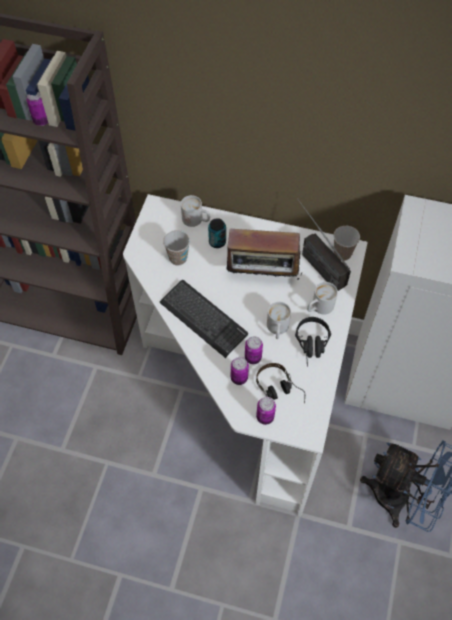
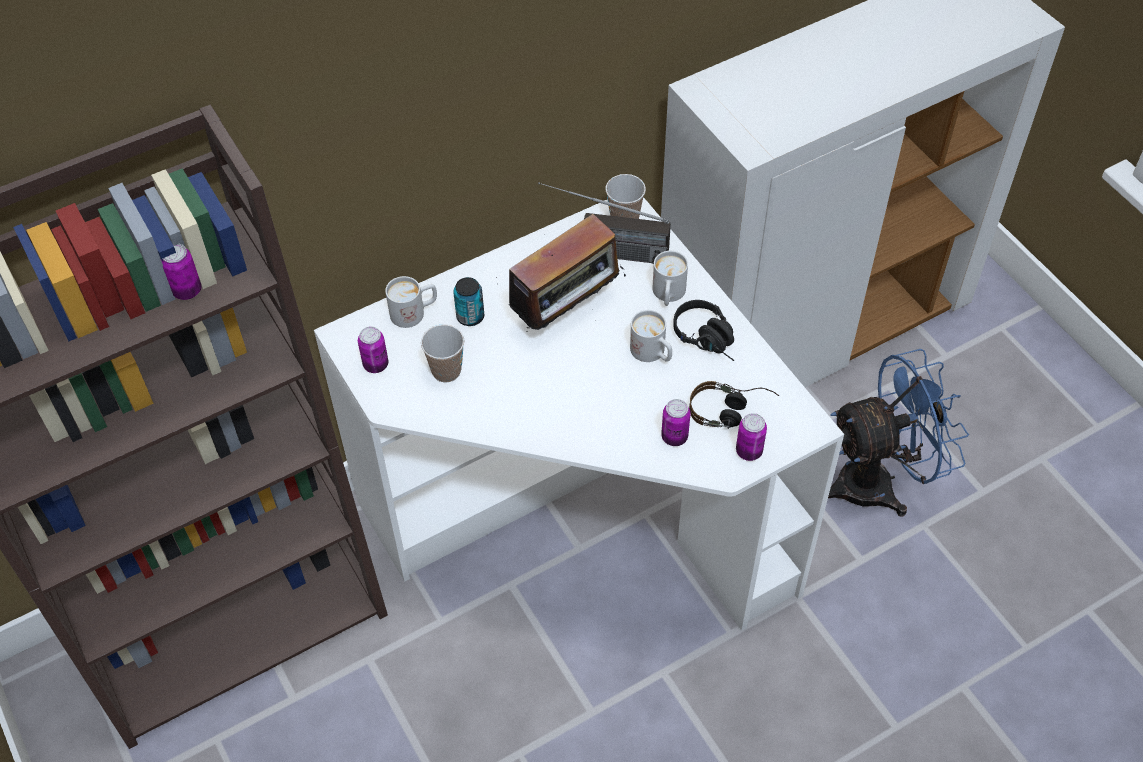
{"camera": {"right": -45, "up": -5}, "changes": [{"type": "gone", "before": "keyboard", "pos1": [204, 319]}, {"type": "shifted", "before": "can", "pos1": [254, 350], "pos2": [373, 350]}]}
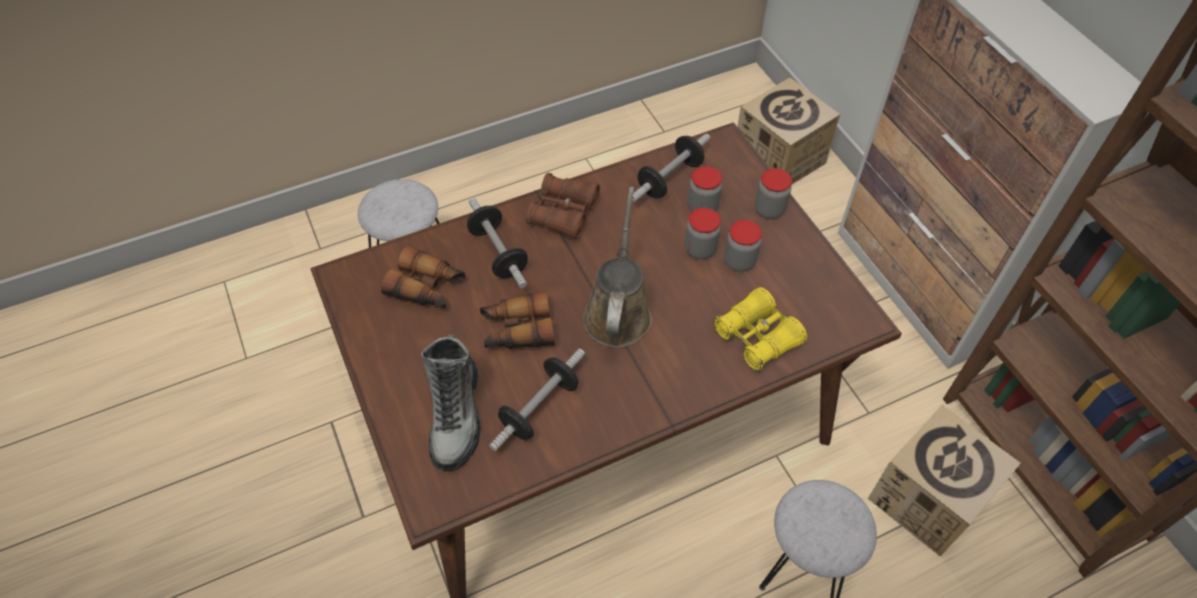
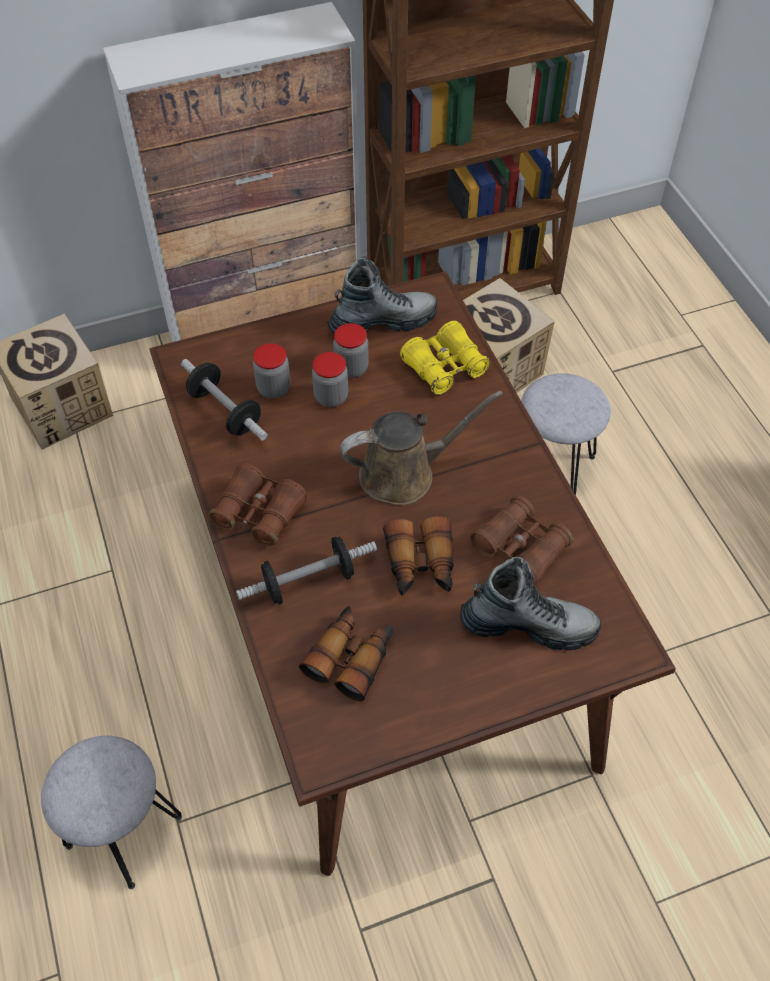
{"camera": {"right": -85, "up": 0}, "changes": [{"type": "gone", "before": "jar", "pos1": [773, 193]}, {"type": "rotated", "before": "watering can/brown", "pos1": [617, 267], "pos2": [421, 448], "turn": 150}, {"type": "swapped", "before": "dumbbell", "after": "binoculars/brown", "pos1": [537, 399], "pos2": [522, 540]}, {"type": "new", "after": "boot", "pos2": [382, 296]}]}
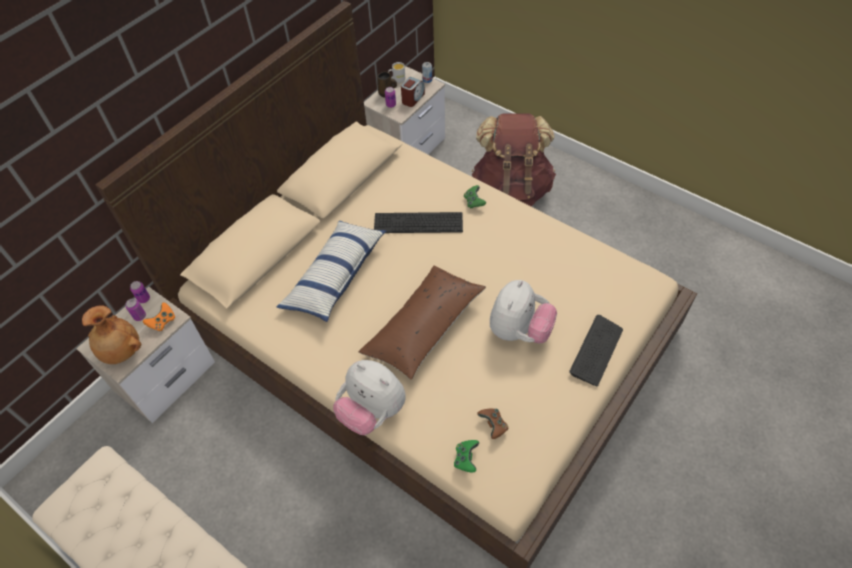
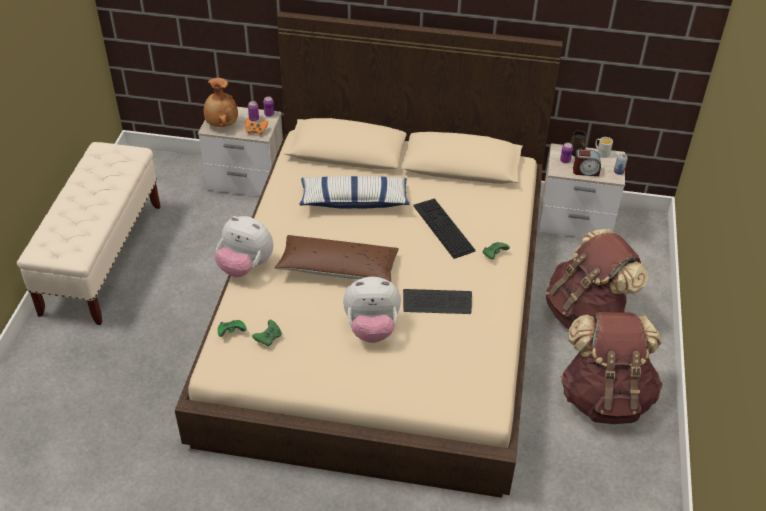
{"camera": {"right": 60, "up": -10}, "changes": [{"type": "shifted", "before": "keyboard", "pos1": [596, 350], "pos2": [437, 301]}, {"type": "rotated", "before": "plush toy", "pos1": [369, 397], "pos2": [244, 246], "turn": -75}, {"type": "repainted", "before": "game controller/brown", "after": "game controller/green", "pos1": [493, 424], "pos2": [267, 333]}, {"type": "new", "after": "backpack/brown", "pos2": [612, 368]}]}
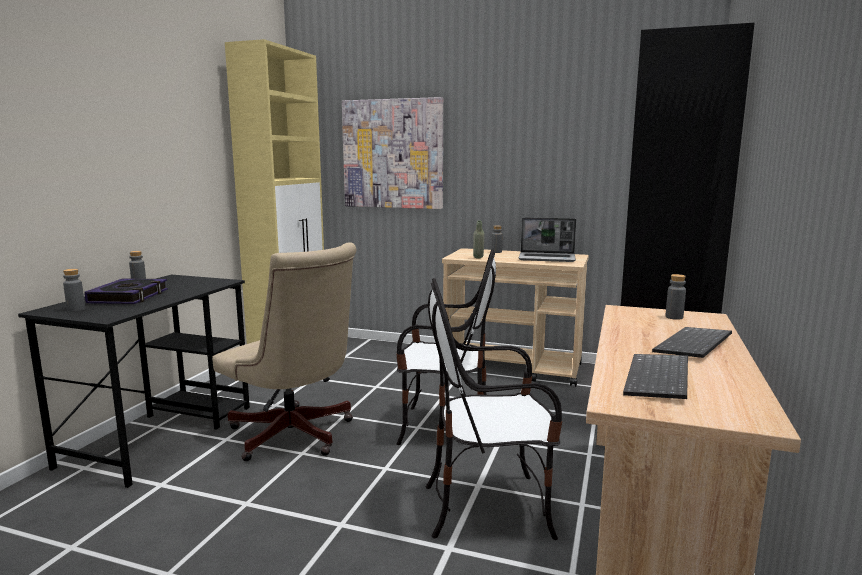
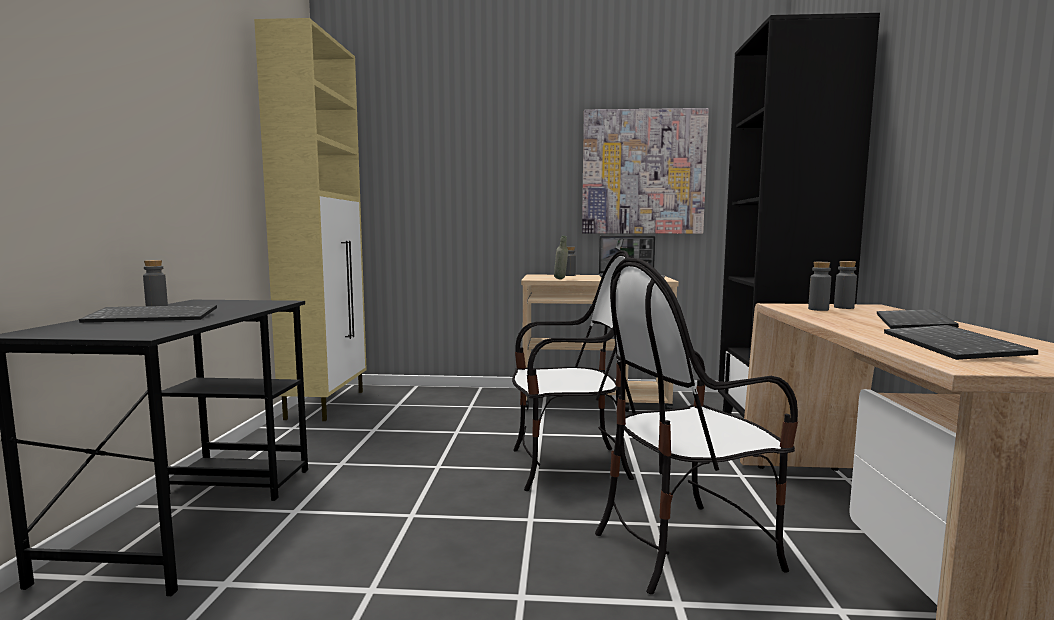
{"camera": {"right": -15, "up": -5}, "changes": [{"type": "shifted", "before": "picture", "pos1": [392, 153], "pos2": [645, 171]}, {"type": "gone", "before": "office chair/beige", "pos1": [284, 351]}, {"type": "shifted", "before": "bottle/grey", "pos1": [74, 290], "pos2": [819, 286]}, {"type": "swapped", "before": "book", "after": "keyboard", "pos1": [126, 291], "pos2": [148, 314]}]}
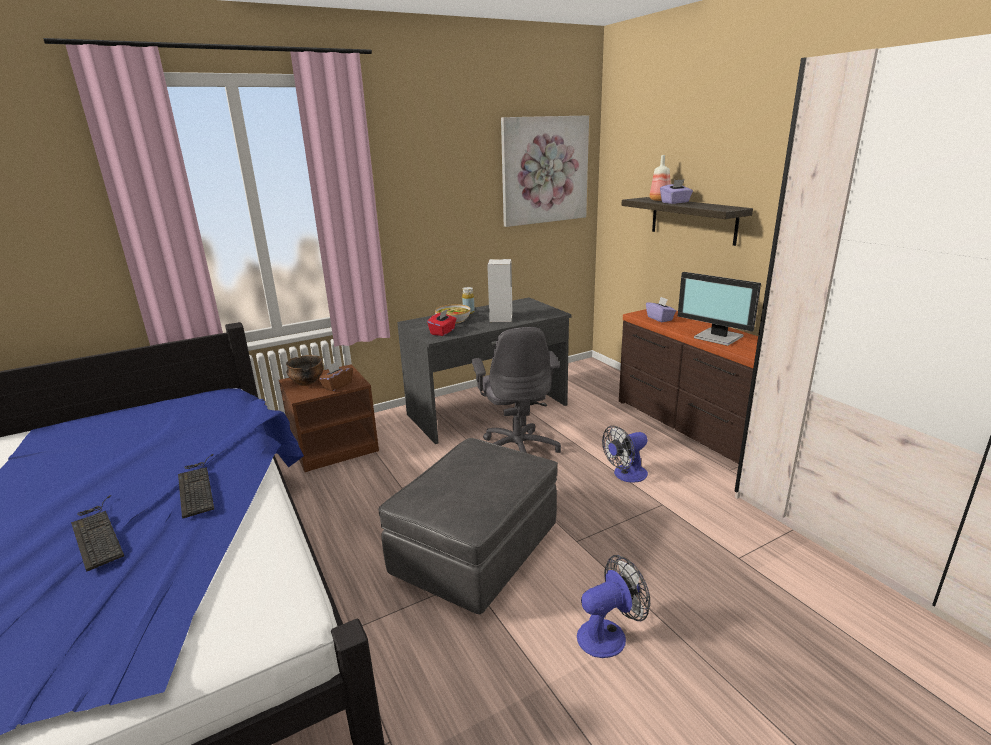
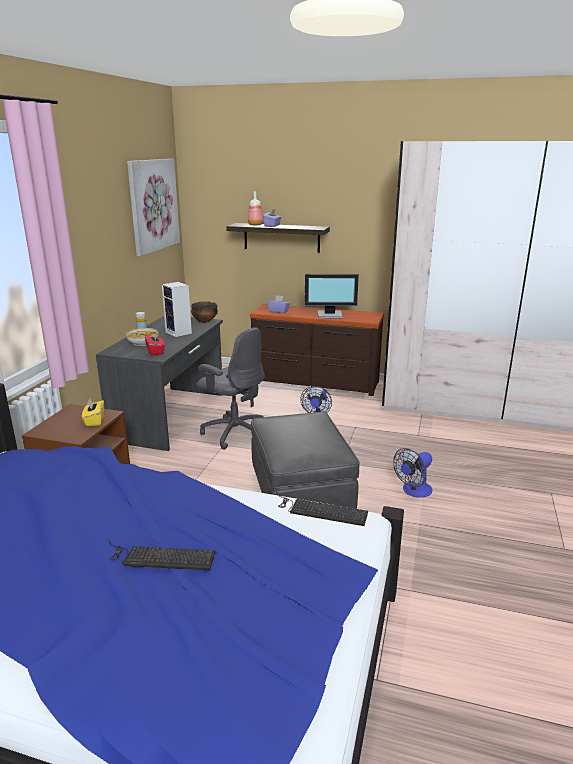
{"camera": {"right": -45, "up": 0}, "changes": [{"type": "shifted", "before": "bowl", "pos1": [304, 370], "pos2": [204, 312]}, {"type": "repainted", "before": "tissue box/brown", "after": "tissue box/yellow", "pos1": [335, 376], "pos2": [93, 412]}, {"type": "shifted", "before": "keyboard", "pos1": [196, 486], "pos2": [322, 508]}, {"type": "rotated", "before": "fan", "pos1": [613, 606], "pos2": [412, 473], "turn": -150}]}
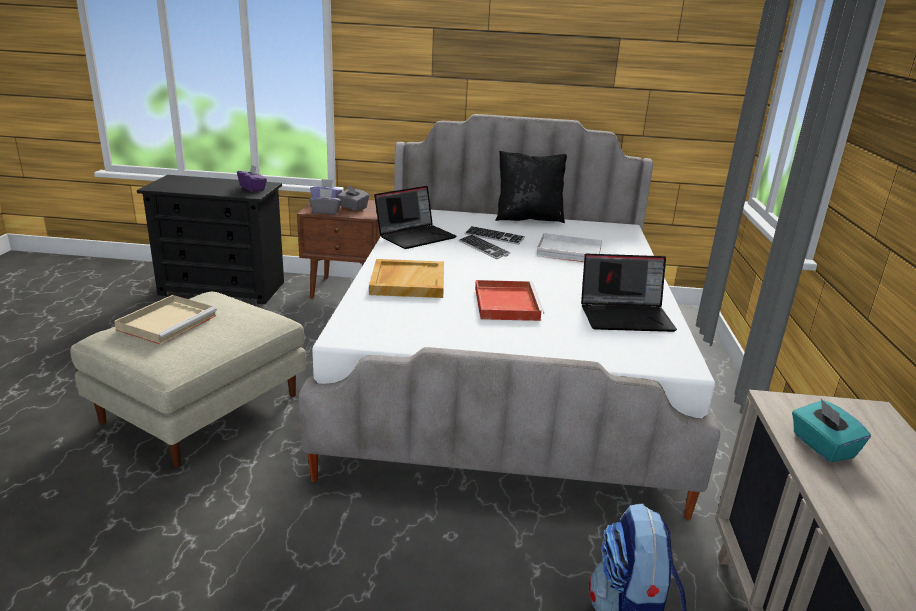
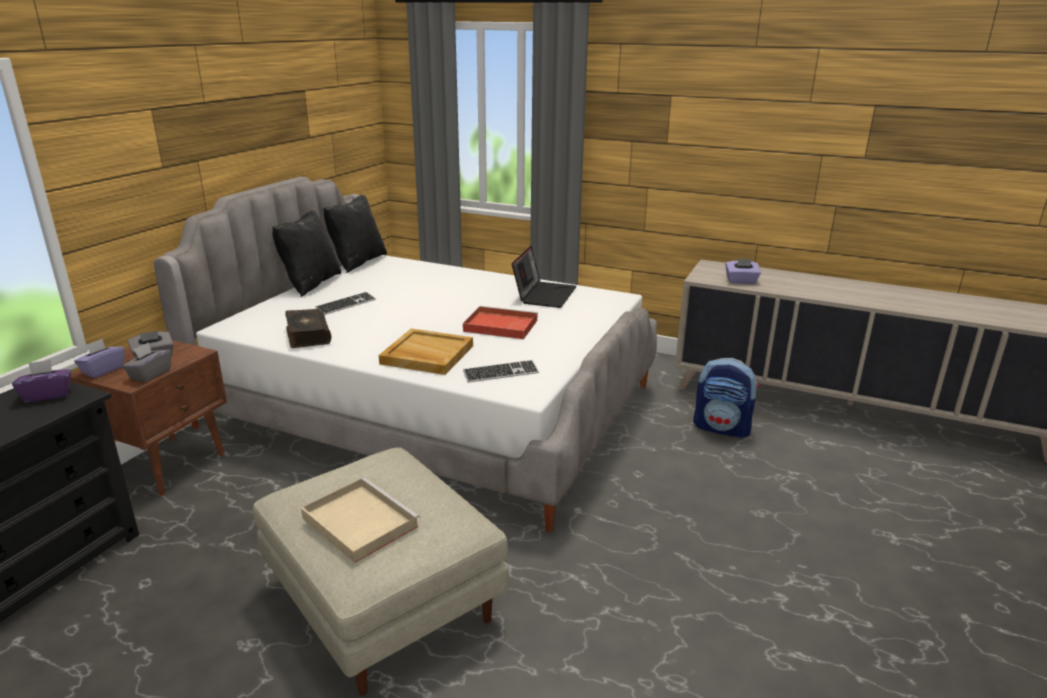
{"camera": {"right": -70, "up": 0}, "changes": [{"type": "swapped", "before": "laptop", "after": "book", "pos1": [415, 217], "pos2": [308, 328]}, {"type": "gone", "before": "tray/white", "pos1": [569, 247]}, {"type": "shifted", "before": "keyboard", "pos1": [484, 246], "pos2": [501, 371]}, {"type": "repainted", "before": "tissue box/turquoise", "after": "tissue box/purple", "pos1": [831, 430], "pos2": [743, 271]}, {"type": "new", "after": "pillow/black", "pos2": [355, 234]}]}
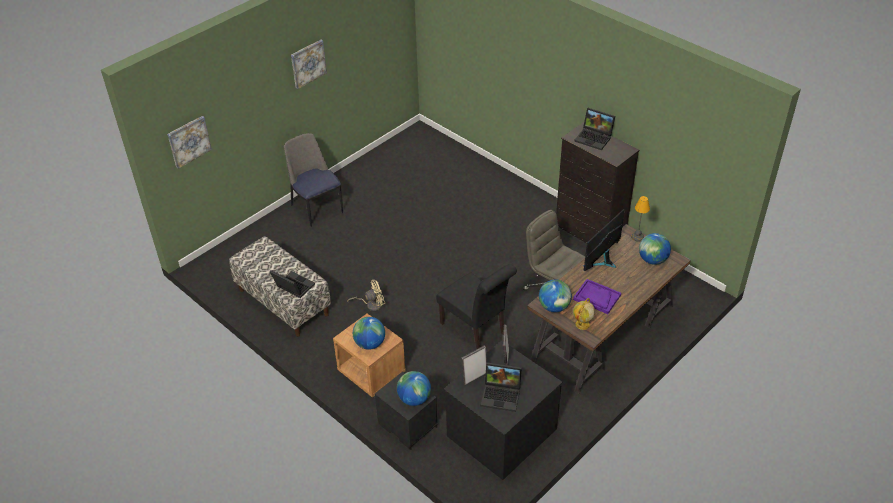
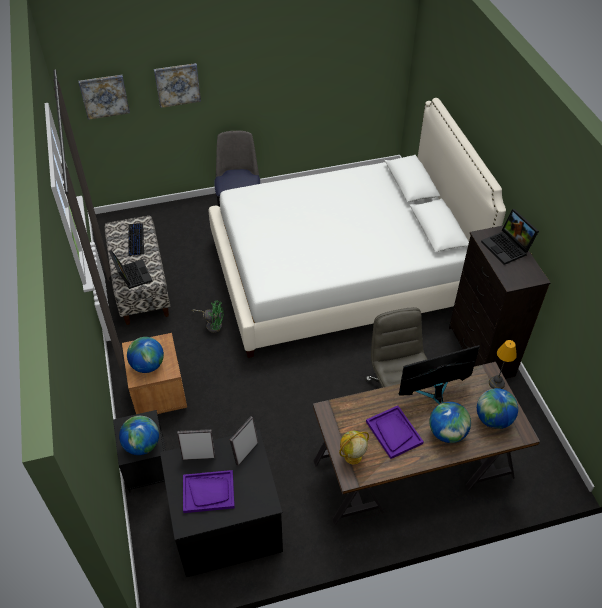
{"camera": {"right": 30, "up": 5}, "changes": [{"type": "shifted", "before": "picture", "pos1": [309, 64], "pos2": [177, 85]}, {"type": "gone", "before": "chair/black", "pos1": [476, 306]}, {"type": "repainted", "before": "fan/beige", "after": "fan/green", "pos1": [366, 295], "pos2": [208, 317]}, {"type": "shifted", "before": "globe", "pos1": [555, 296], "pos2": [450, 422]}, {"type": "swapped", "before": "laptop", "after": "tray/purple", "pos1": [501, 387], "pos2": [209, 491]}, {"type": "new", "after": "bed/white", "pos2": [357, 228]}, {"type": "new", "after": "keyboard", "pos2": [136, 239]}]}
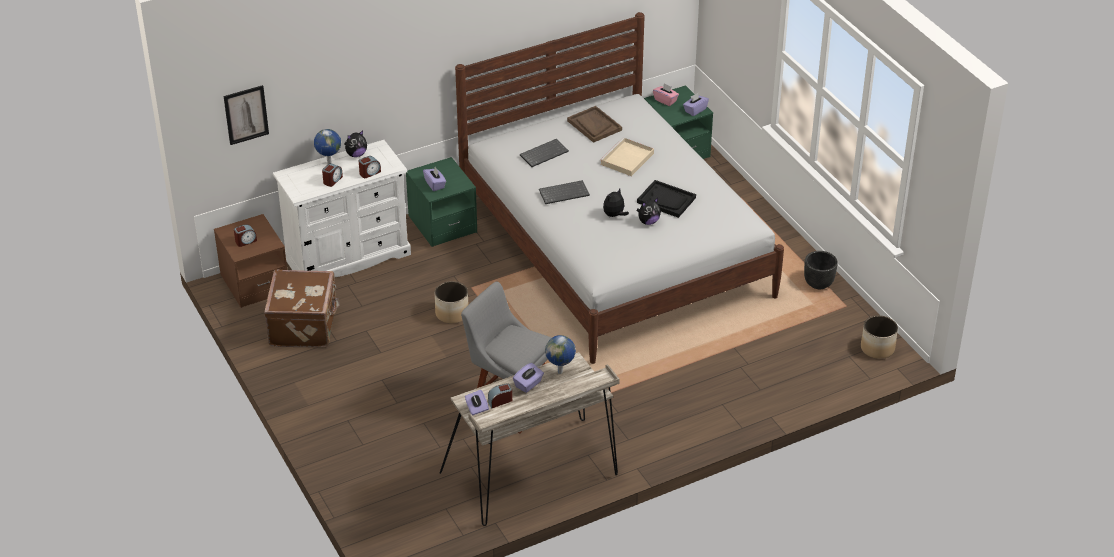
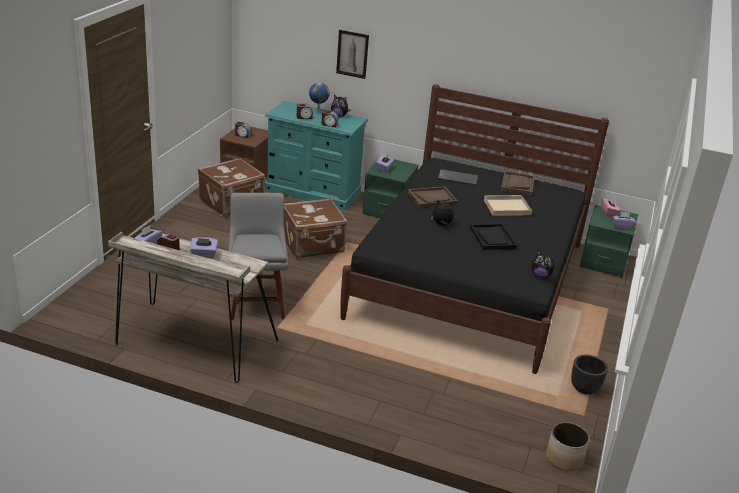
{"camera": {"right": 45, "up": -10}, "changes": [{"type": "repainted", "before": "bed/white", "after": "bed/black", "pos1": [619, 188], "pos2": [475, 229]}, {"type": "shifted", "before": "picture", "pos1": [246, 115], "pos2": [352, 54]}, {"type": "repainted", "before": "dresser/white", "after": "dresser/turquoise", "pos1": [342, 208], "pos2": [316, 156]}, {"type": "swapped", "before": "keyboard", "after": "tray/brown", "pos1": [564, 192], "pos2": [433, 197]}, {"type": "shifted", "before": "plush toy", "pos1": [648, 211], "pos2": [544, 263]}, {"type": "swapped", "before": "planter", "after": "suitcase/brown", "pos1": [452, 302], "pos2": [315, 228]}, {"type": "gone", "before": "globe", "pos1": [560, 354]}]}
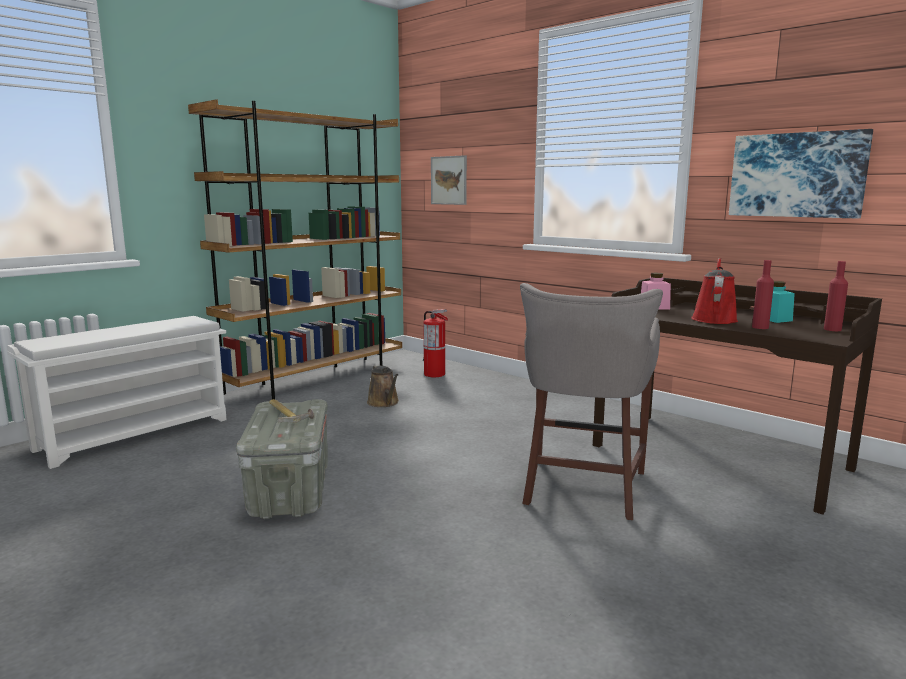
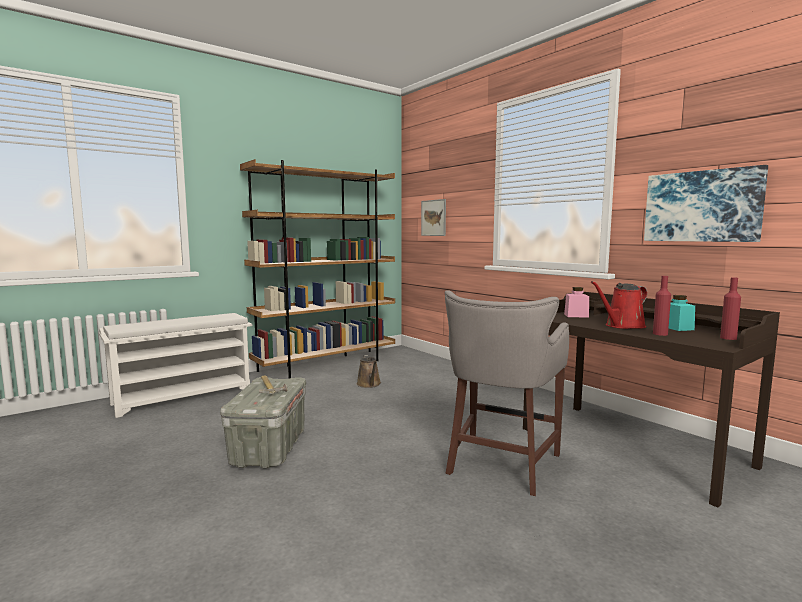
{"camera": {"right": 10, "up": -5}, "changes": [{"type": "rotated", "before": "watering can/red", "pos1": [714, 291], "pos2": [619, 305], "turn": -150}, {"type": "gone", "before": "fire extinguisher", "pos1": [435, 343]}]}
